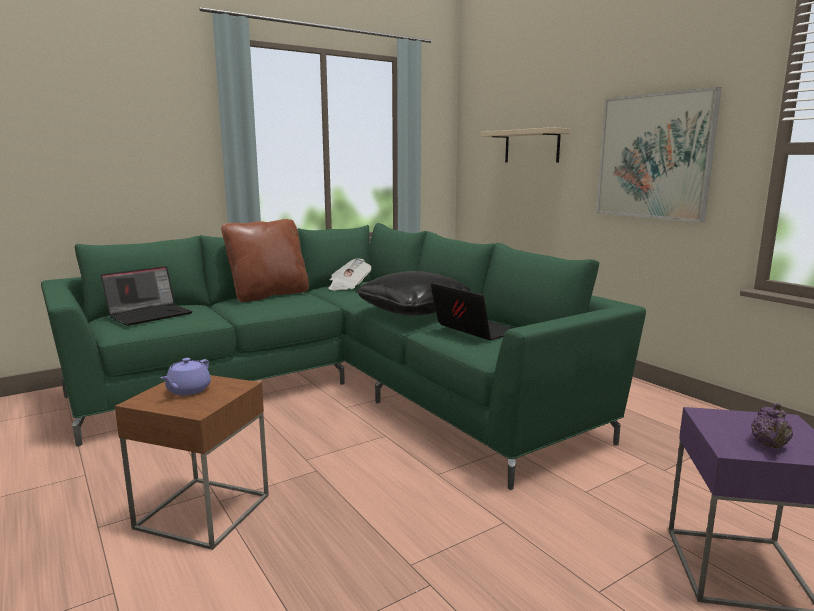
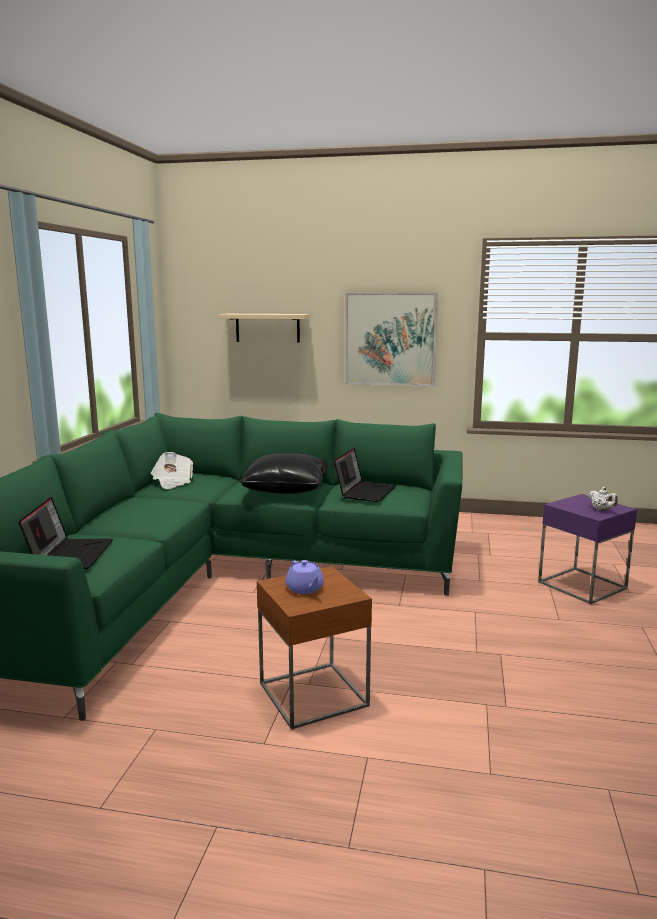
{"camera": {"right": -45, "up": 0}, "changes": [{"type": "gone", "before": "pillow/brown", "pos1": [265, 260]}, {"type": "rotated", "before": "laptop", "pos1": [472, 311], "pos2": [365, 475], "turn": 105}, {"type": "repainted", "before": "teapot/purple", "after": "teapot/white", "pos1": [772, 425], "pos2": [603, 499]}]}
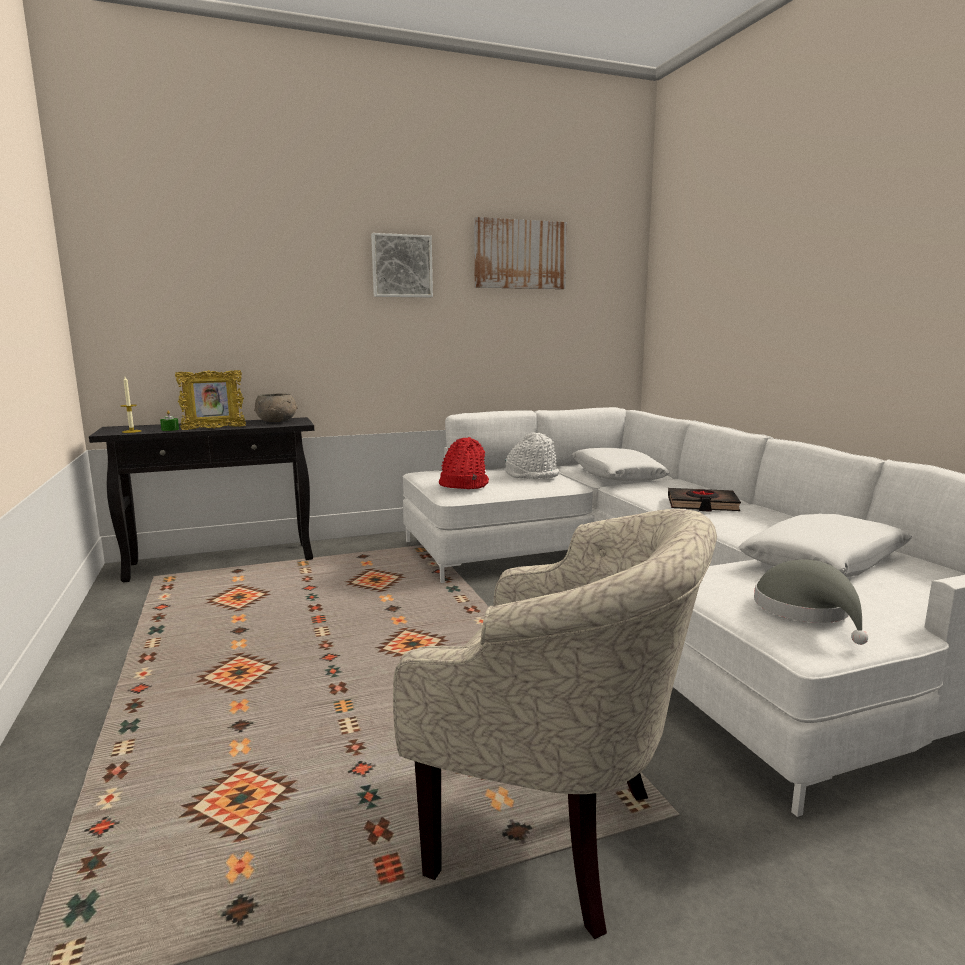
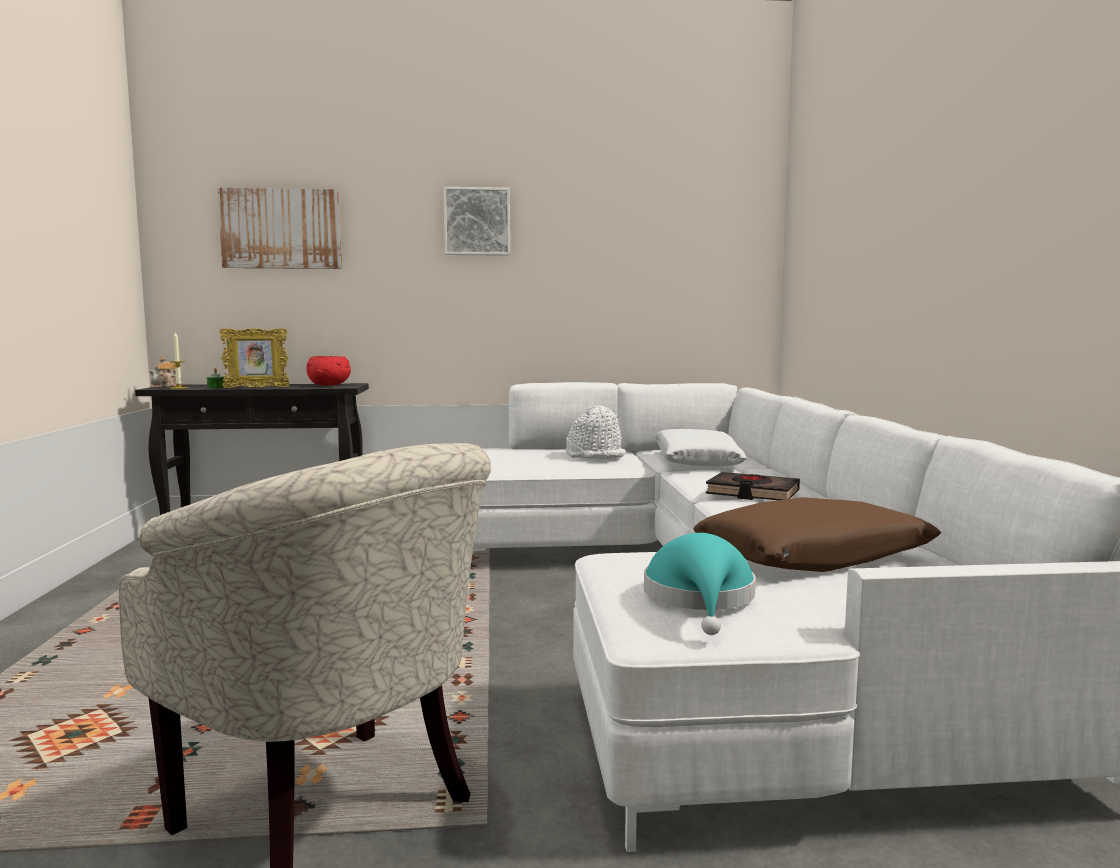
{"camera": {"right": 15, "up": -5}, "changes": [{"type": "shifted", "before": "picture", "pos1": [520, 253], "pos2": [280, 228]}, {"type": "repainted", "before": "bowl/grey", "after": "bowl/red", "pos1": [276, 407], "pos2": [328, 370]}, {"type": "gone", "before": "hat/red", "pos1": [464, 463]}, {"type": "repainted", "before": "pillow/white", "after": "pillow/brown", "pos1": [825, 545], "pos2": [817, 534]}, {"type": "repainted", "before": "hat/grey", "after": "hat/turquoise", "pos1": [811, 602], "pos2": [700, 584]}, {"type": "new", "after": "teapot", "pos2": [162, 372]}]}
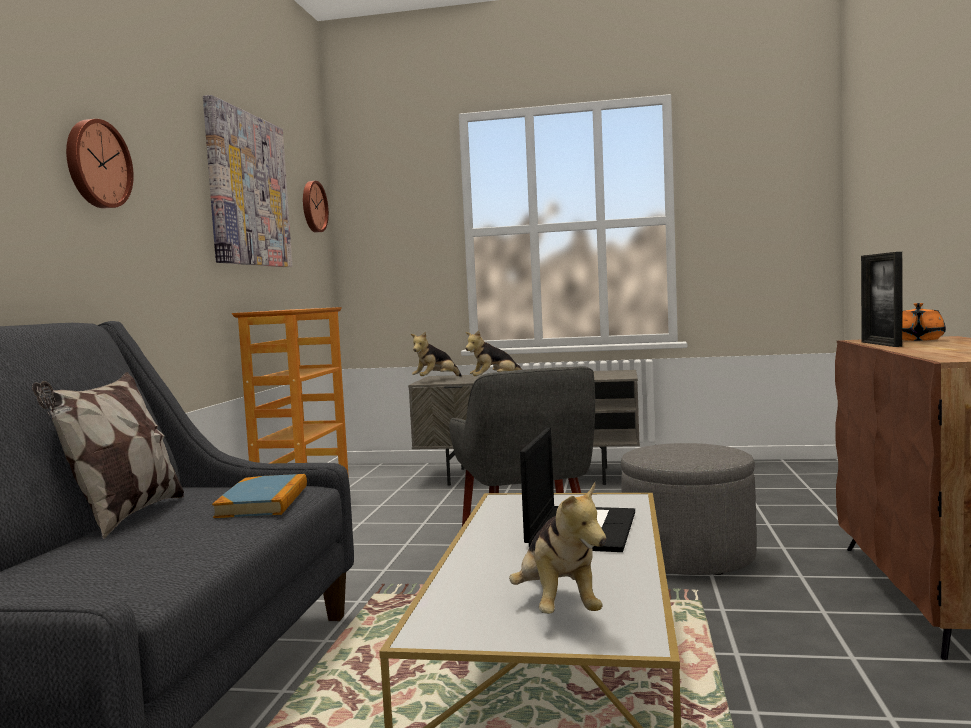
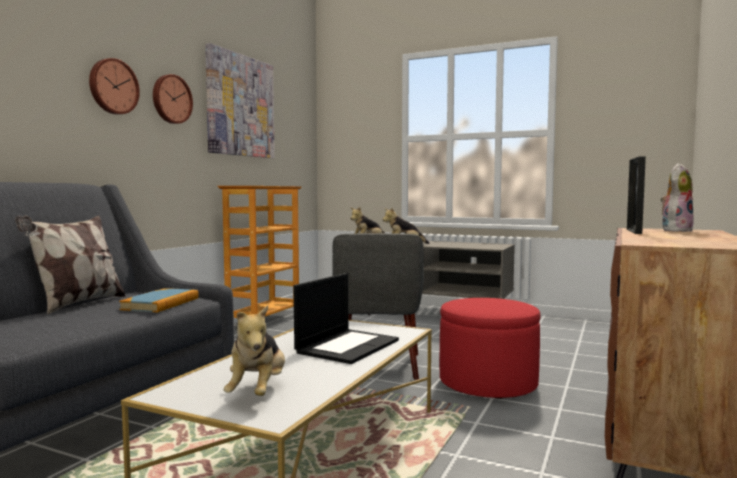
{"camera": {"right": 15, "up": 0}, "changes": [{"type": "shifted", "before": "wall clock", "pos1": [316, 207], "pos2": [173, 99]}, {"type": "swapped", "before": "teapot/orange", "after": "plush toy", "pos1": [924, 322], "pos2": [677, 197]}, {"type": "repainted", "before": "ottoman/grey", "after": "ottoman/red", "pos1": [688, 509], "pos2": [490, 348]}]}
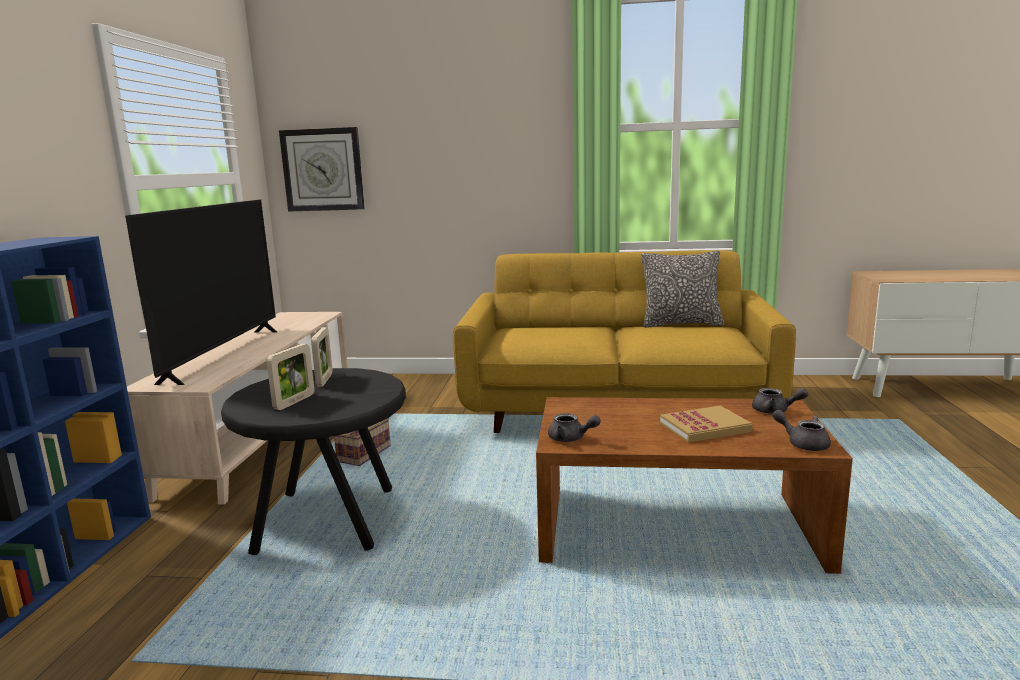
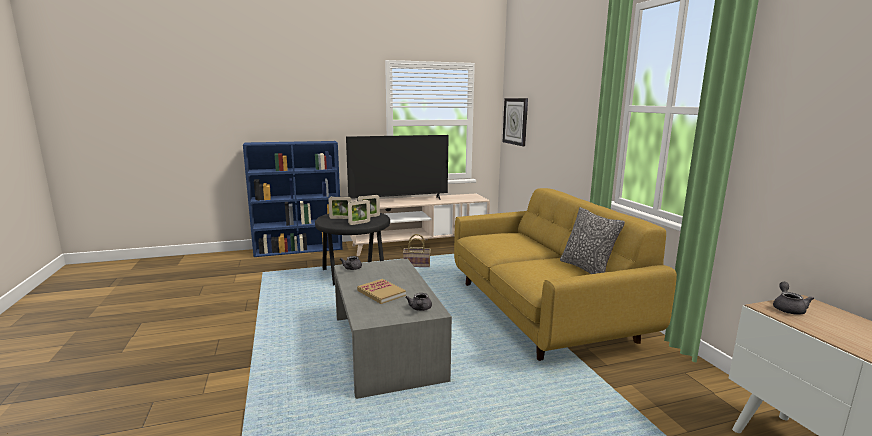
{"camera": {"right": 65, "up": 0}, "changes": [{"type": "repainted", "before": "coffee table/brown", "after": "coffee table/grey", "pos1": [694, 485], "pos2": [393, 329]}, {"type": "shifted", "before": "teapot/grey", "pos1": [801, 430], "pos2": [793, 298]}, {"type": "new", "after": "picture frame", "pos2": [359, 212]}]}
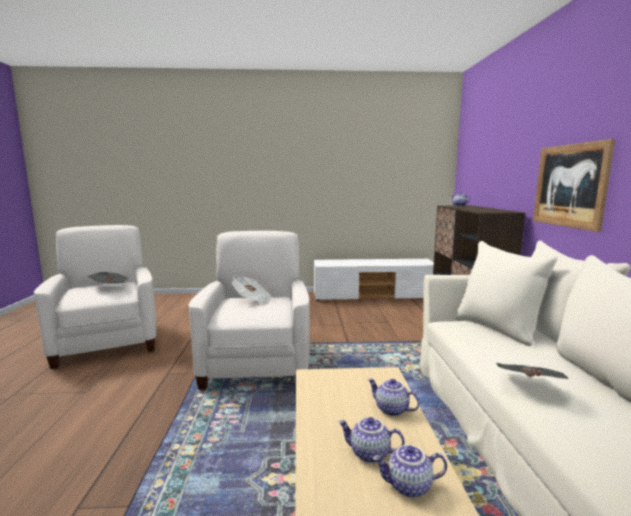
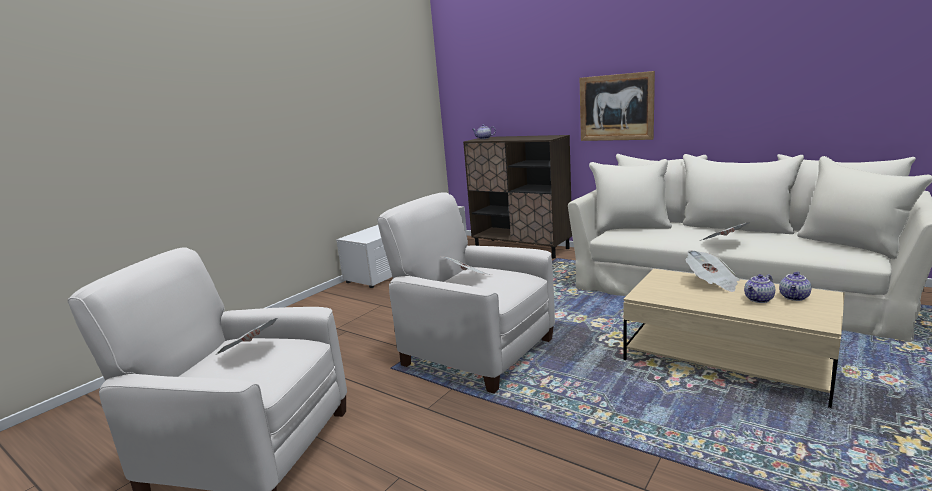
{"camera": {"right": -50, "up": 5}, "changes": [{"type": "swapped", "before": "teapot", "after": "newspaper", "pos1": [394, 397], "pos2": [712, 271]}]}
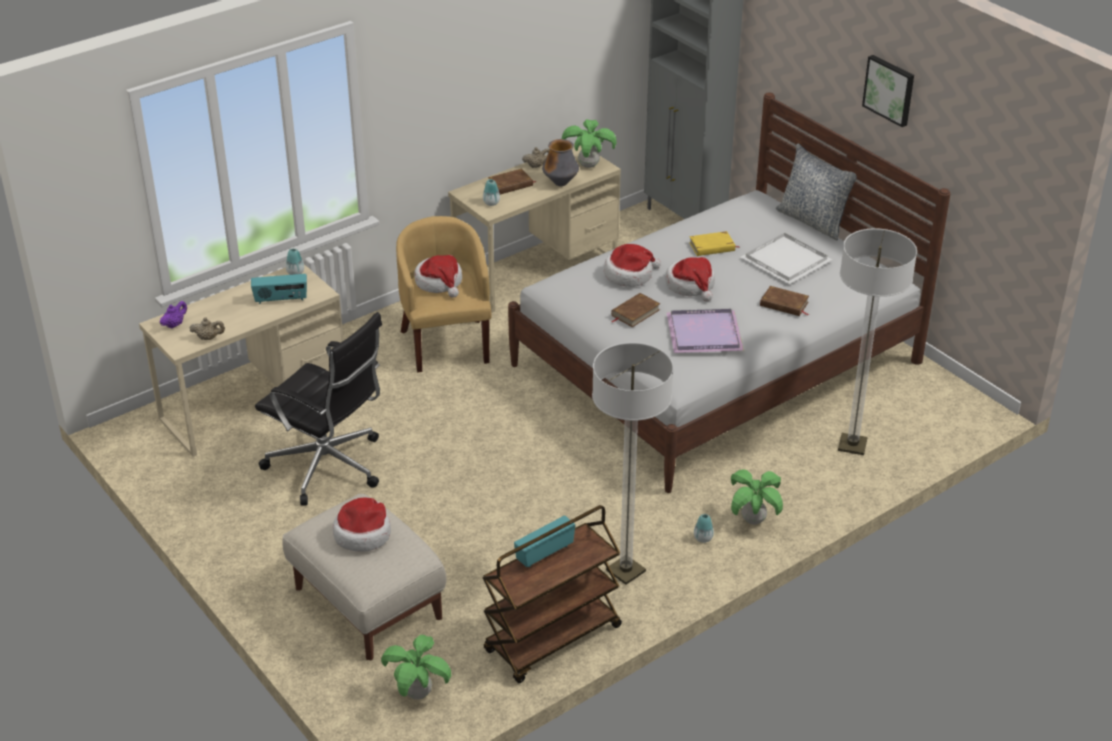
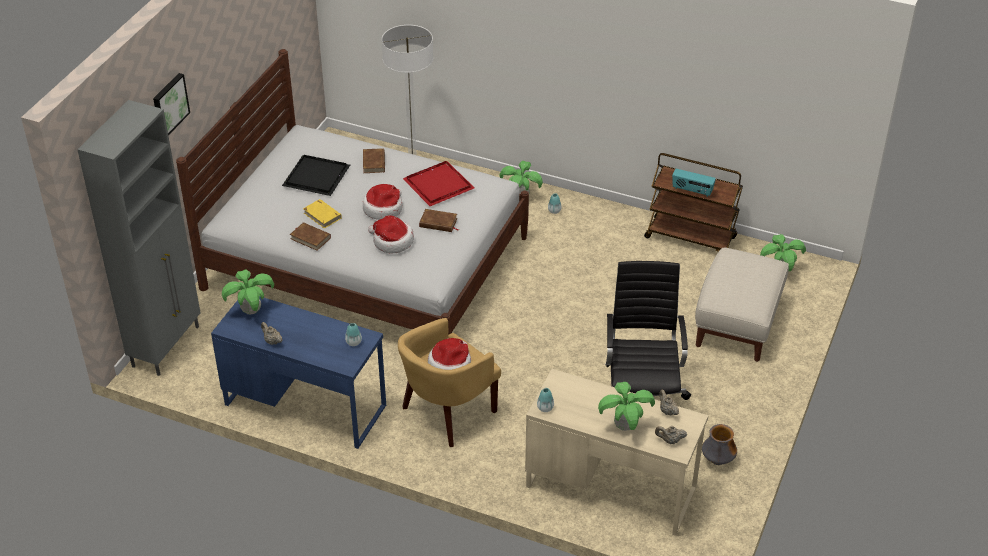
{"camera": {"right": -120, "up": 5}, "changes": [{"type": "shifted", "before": "picture", "pos1": [888, 91], "pos2": [171, 104]}, {"type": "shifted", "before": "vase", "pos1": [560, 162], "pos2": [719, 444]}, {"type": "repainted", "before": "desk/beige", "after": "desk/blue", "pos1": [534, 228], "pos2": [298, 373]}, {"type": "gone", "before": "pillow", "pos1": [816, 192]}, {"type": "shifted", "before": "book/brown", "pos1": [512, 182], "pos2": [310, 236]}, {"type": "repainted", "before": "tray/white", "after": "tray/black", "pos1": [786, 258], "pos2": [316, 175]}, {"type": "gone", "before": "radio", "pos1": [279, 289]}, {"type": "repainted", "before": "teapot/purple", "after": "teapot/beige", "pos1": [173, 315], "pos2": [671, 435]}, {"type": "repainted", "before": "tray/purple", "after": "tray/red", "pos1": [705, 331], "pos2": [438, 183]}, {"type": "gone", "before": "floor lamp", "pos1": [633, 463]}, {"type": "gone", "before": "hat", "pos1": [362, 525]}, {"type": "new", "after": "potted plant", "pos2": [626, 406]}]}
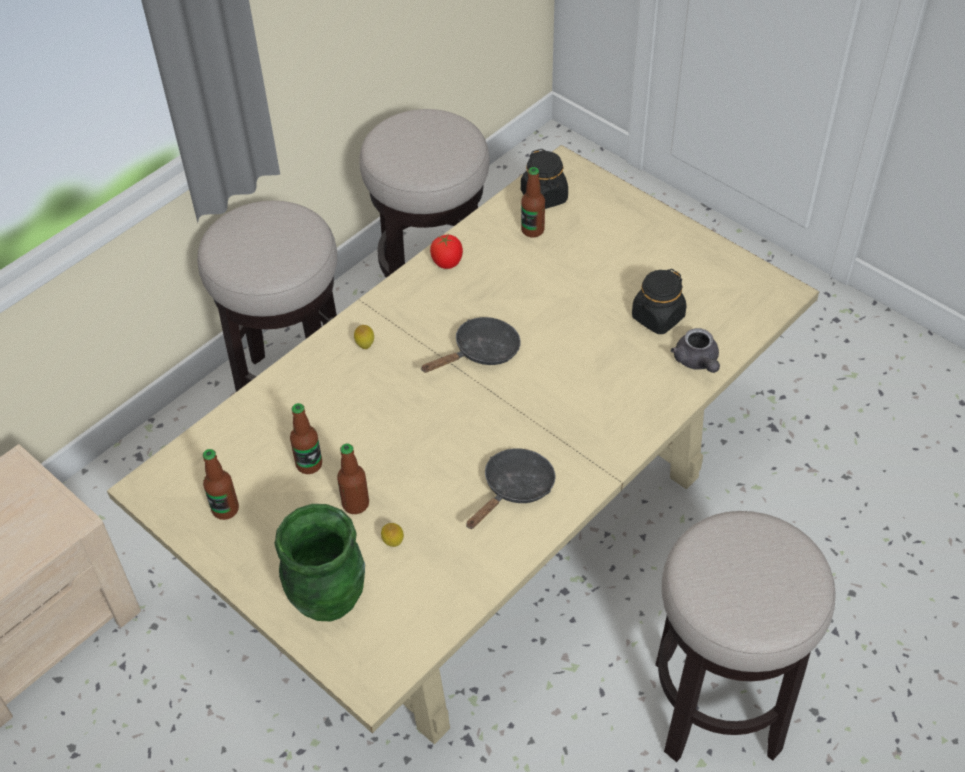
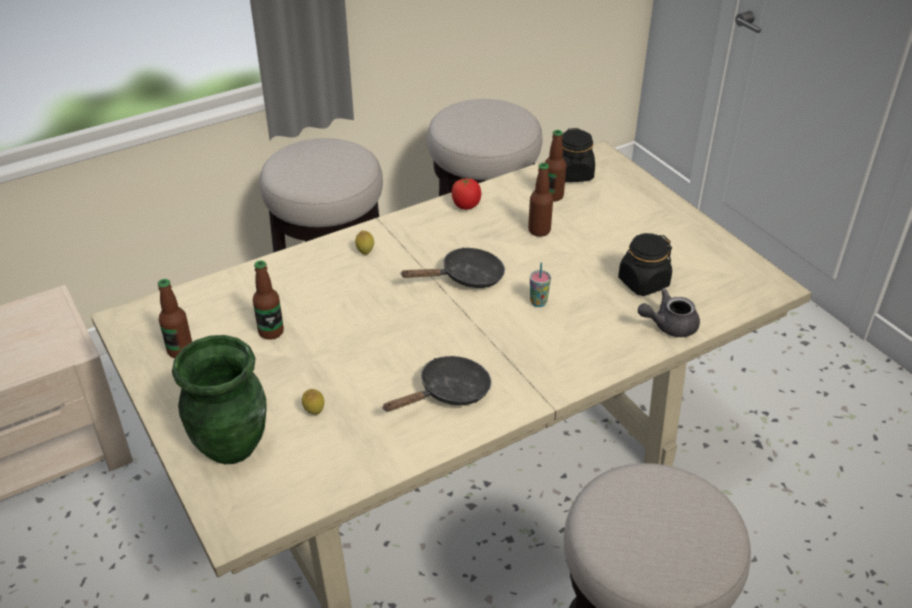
{"camera": {"right": 15, "up": -10}, "changes": [{"type": "rotated", "before": "teapot/grey", "pos1": [695, 350], "pos2": [669, 312], "turn": 75}, {"type": "shifted", "before": "bottle", "pos1": [353, 478], "pos2": [540, 200]}, {"type": "new", "after": "cup", "pos2": [540, 284]}]}
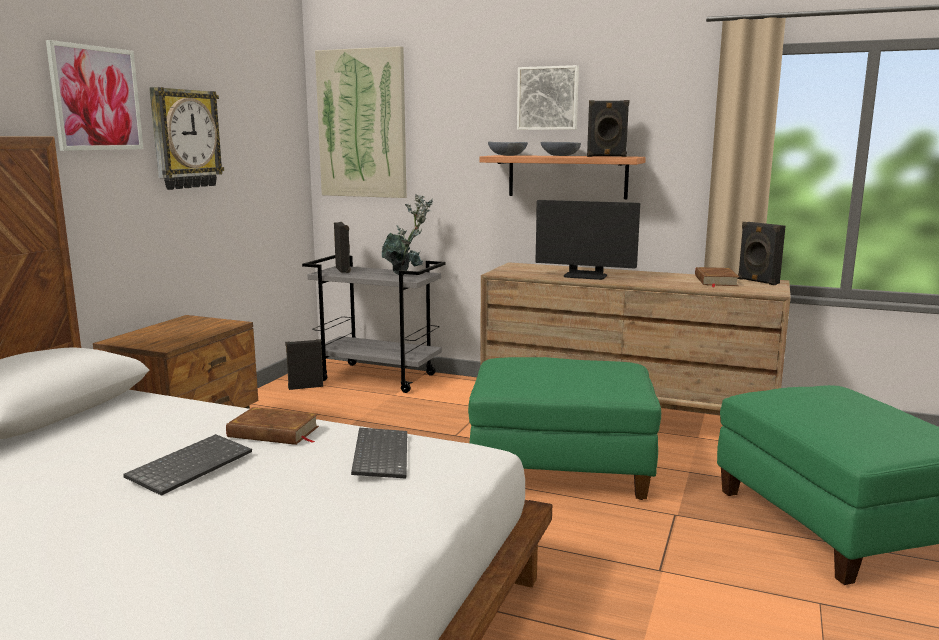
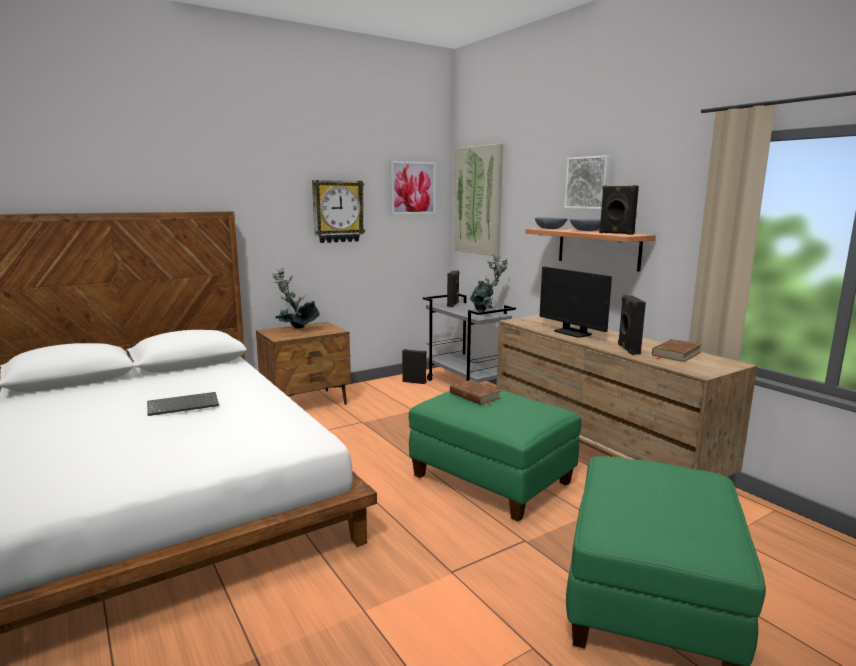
{"camera": {"right": 35, "up": 0}, "changes": [{"type": "shifted", "before": "picture", "pos1": [94, 95], "pos2": [413, 188]}, {"type": "shifted", "before": "speaker/black", "pos1": [762, 253], "pos2": [632, 325]}, {"type": "shifted", "before": "book/brown", "pos1": [272, 426], "pos2": [475, 393]}, {"type": "gone", "before": "keyboard", "pos1": [379, 453]}, {"type": "new", "after": "potted plant", "pos2": [296, 298]}]}
